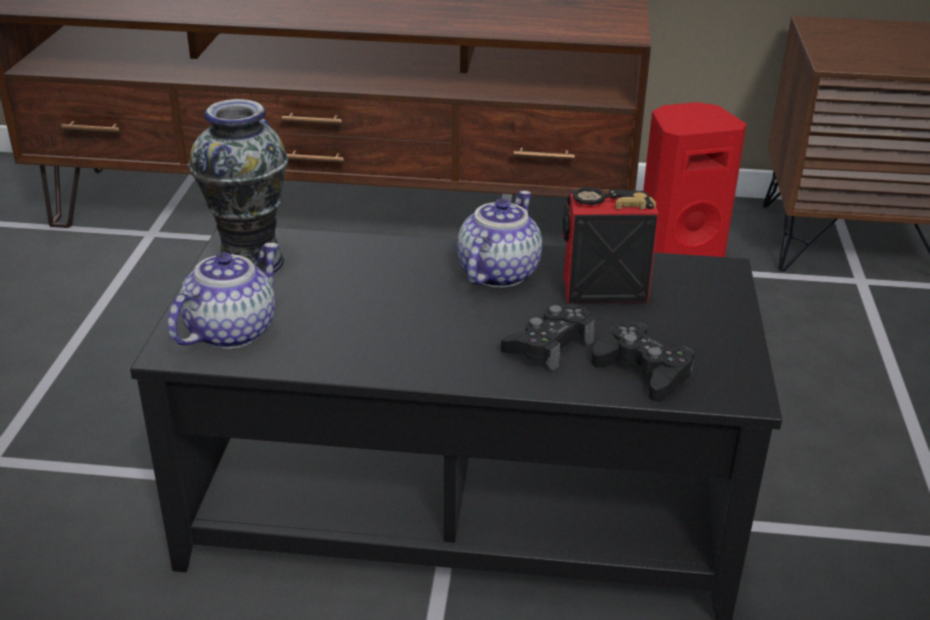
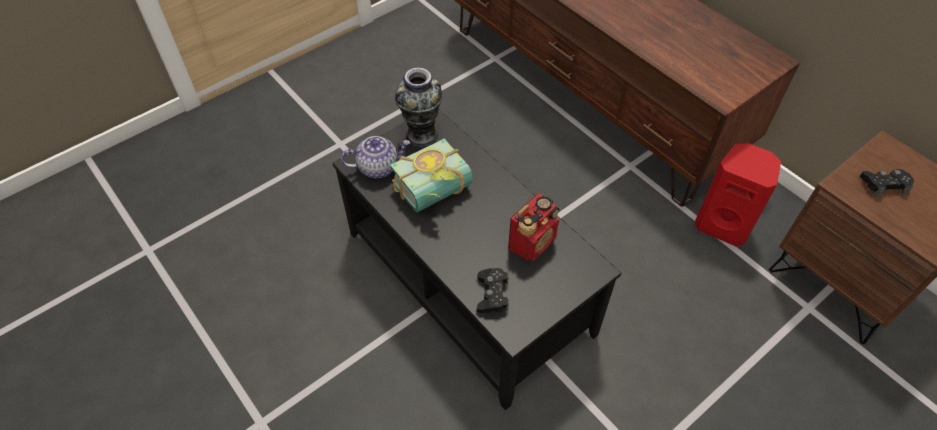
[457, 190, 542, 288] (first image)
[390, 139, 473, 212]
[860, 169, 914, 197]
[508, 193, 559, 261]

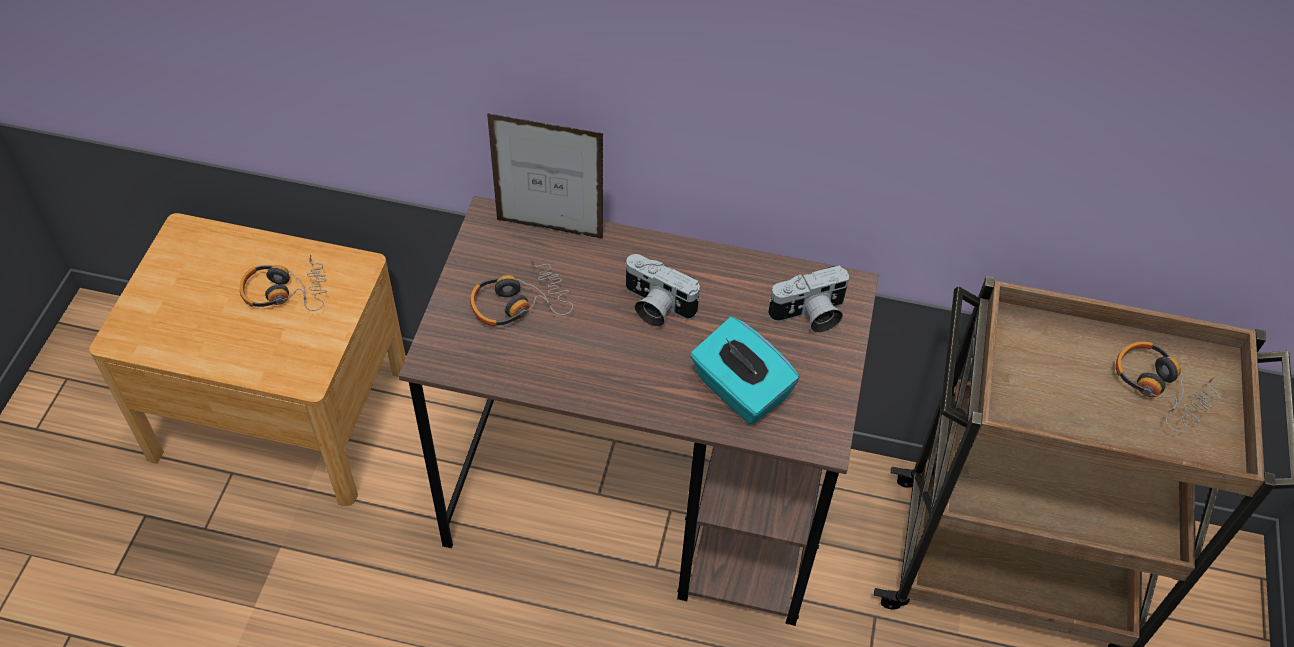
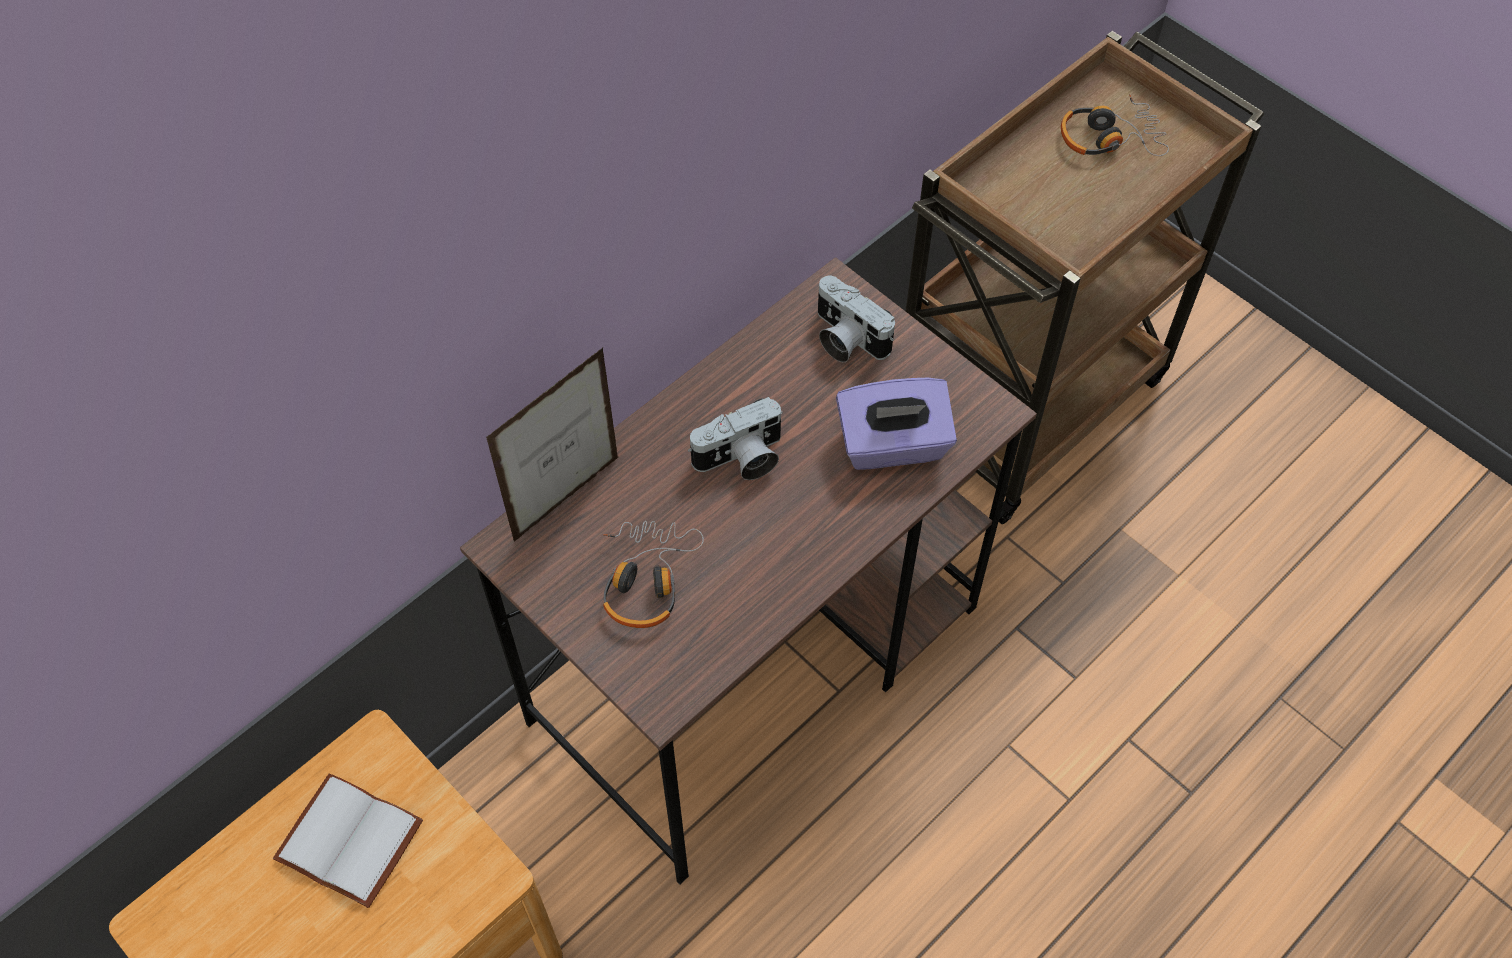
[273, 773, 423, 908]
[836, 378, 957, 470]
[818, 276, 895, 362]

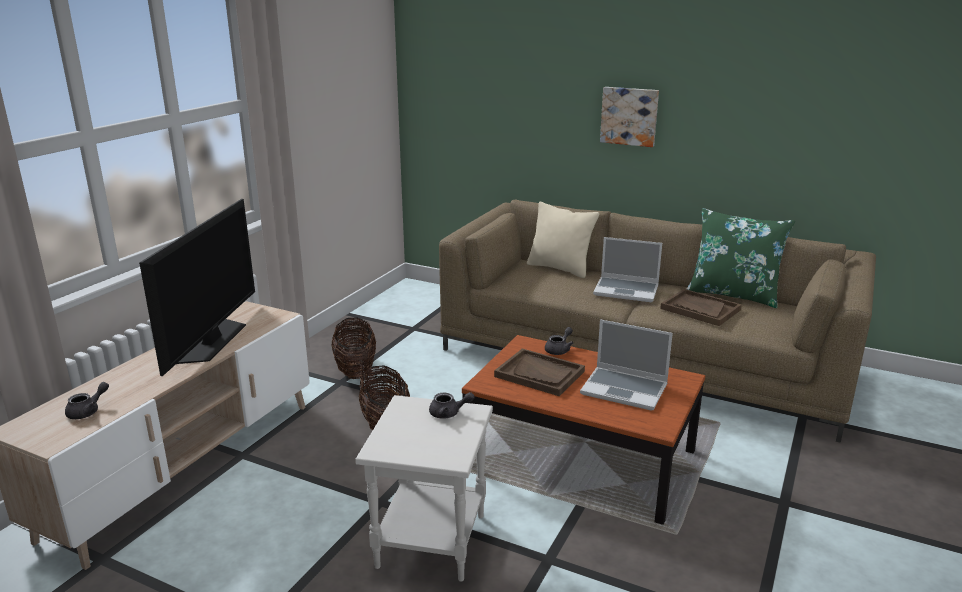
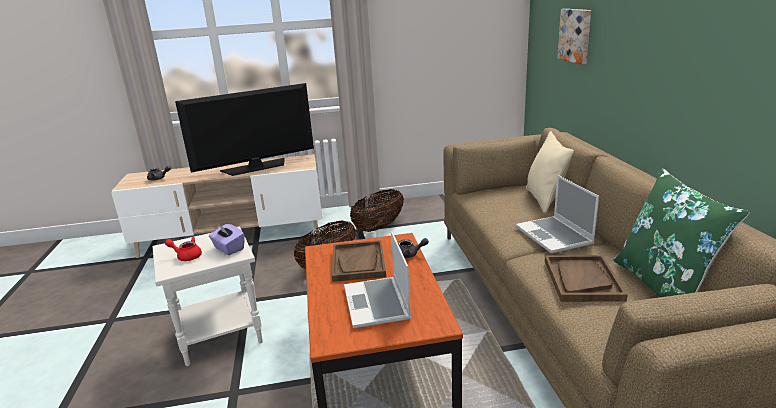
[165, 237, 202, 261]
[557, 9, 591, 64]
[209, 224, 244, 255]

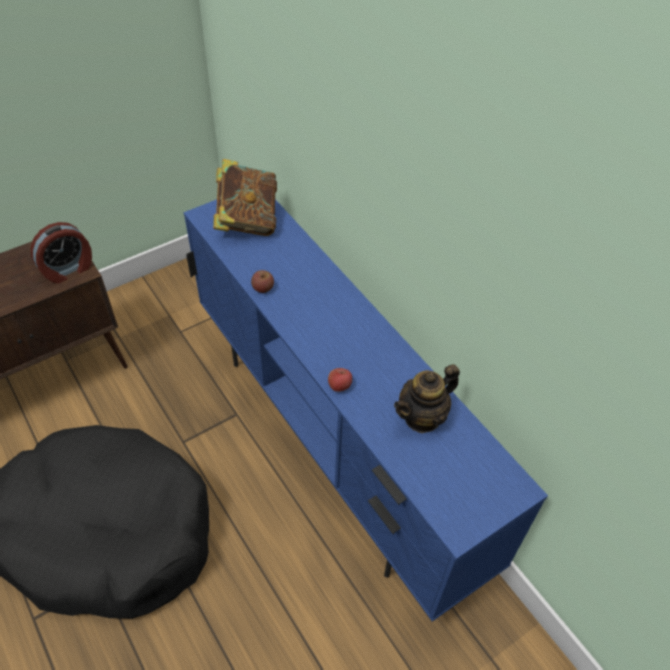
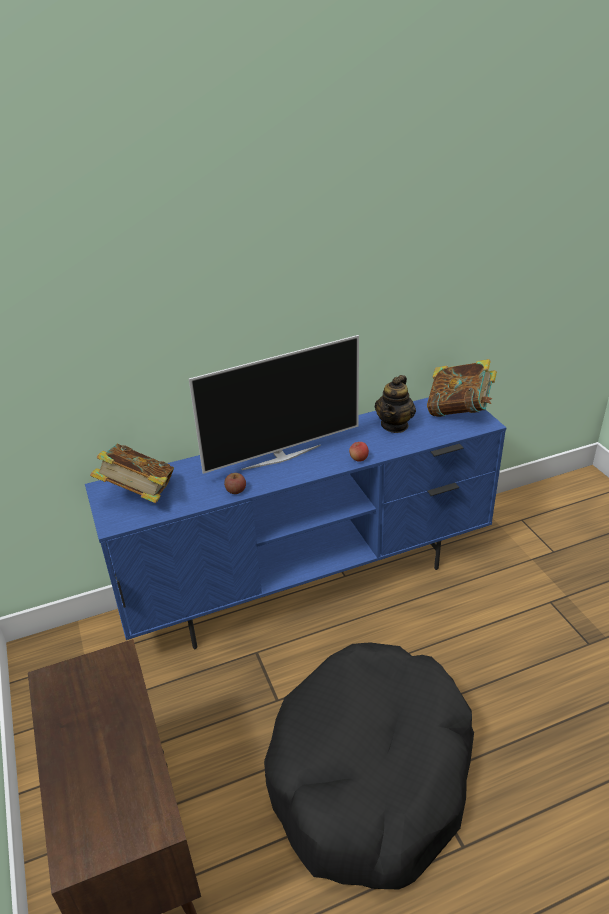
[31, 222, 92, 284] (first image)
[189, 335, 359, 474]
[427, 359, 497, 417]
[375, 375, 416, 433]

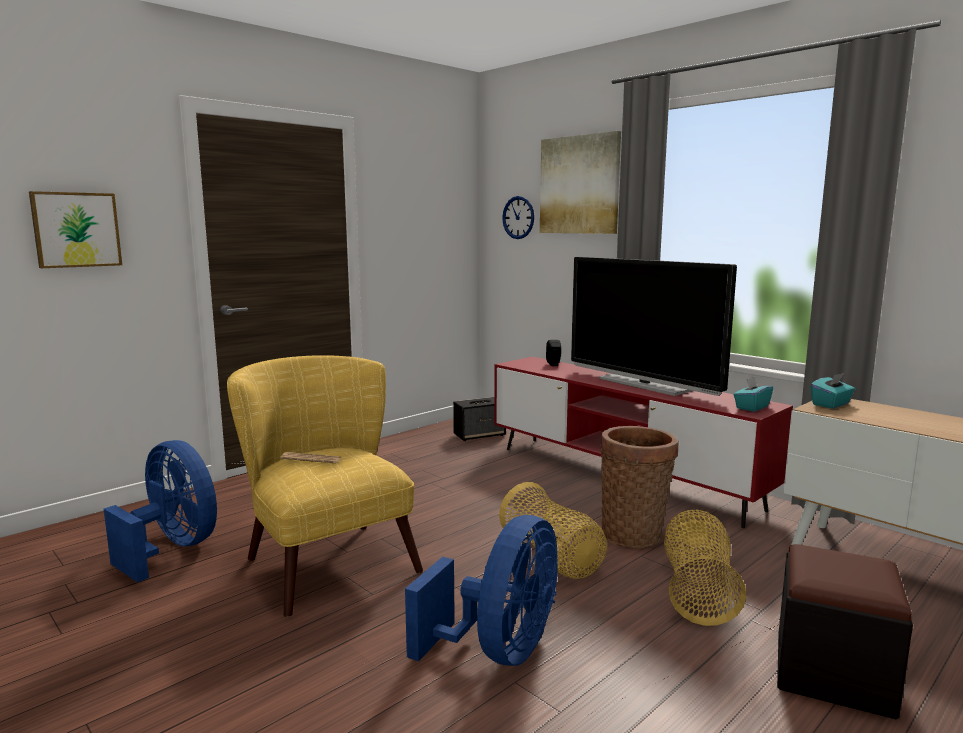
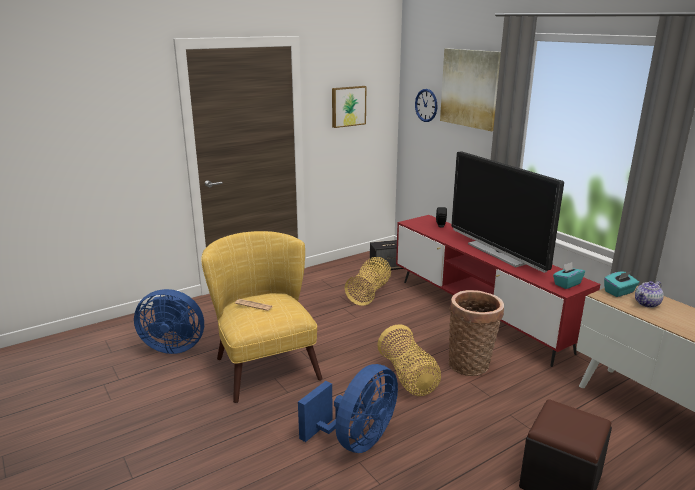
[635, 281, 664, 308]
[332, 86, 366, 128]
[345, 257, 391, 306]
[134, 289, 204, 354]

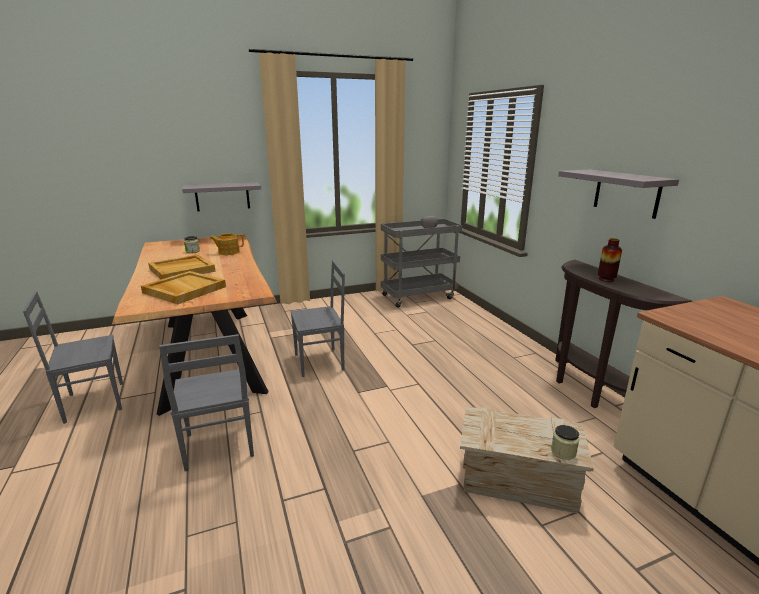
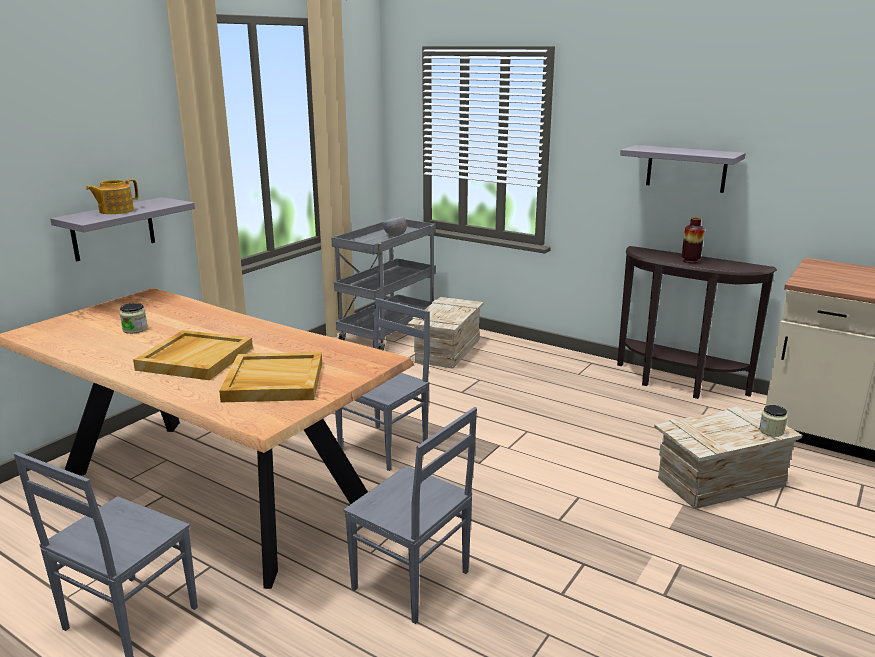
[408, 297, 483, 369]
[86, 179, 139, 214]

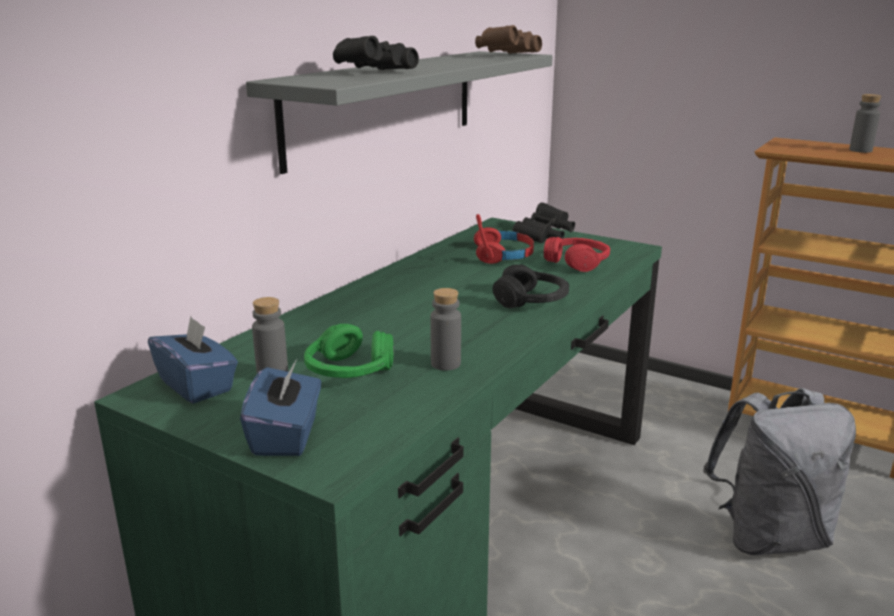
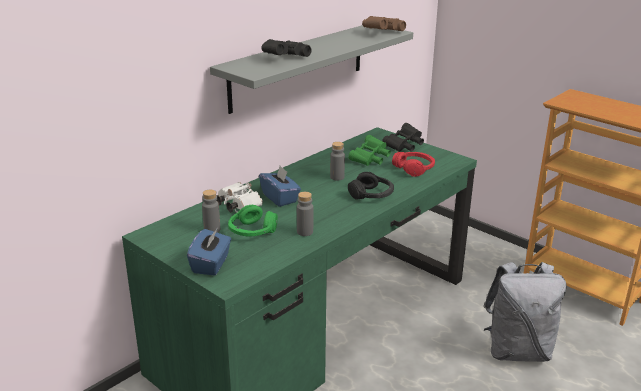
[216, 182, 263, 213]
[259, 166, 301, 207]
[330, 142, 345, 181]
[348, 135, 391, 166]

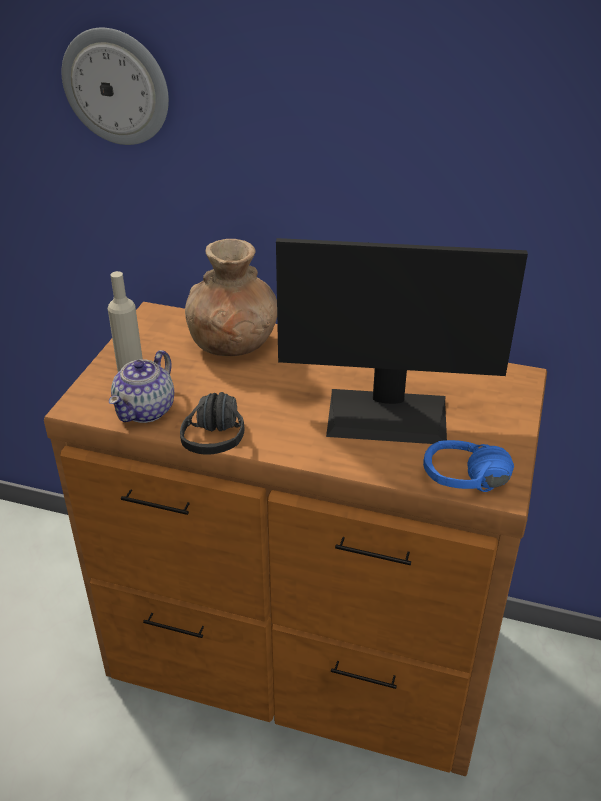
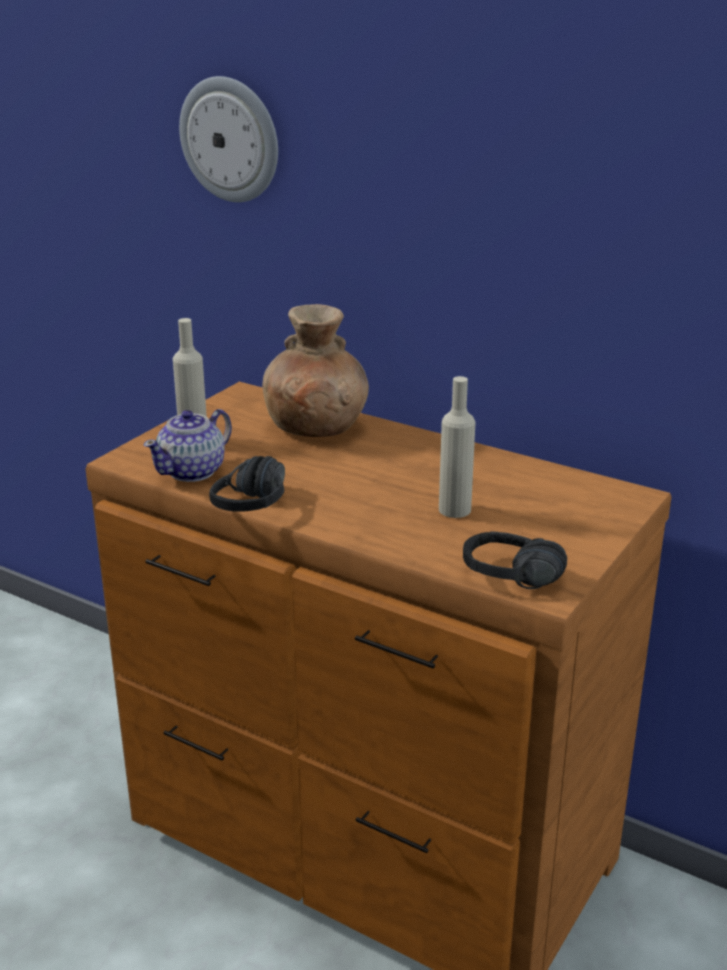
[439, 376, 476, 518]
[463, 531, 567, 589]

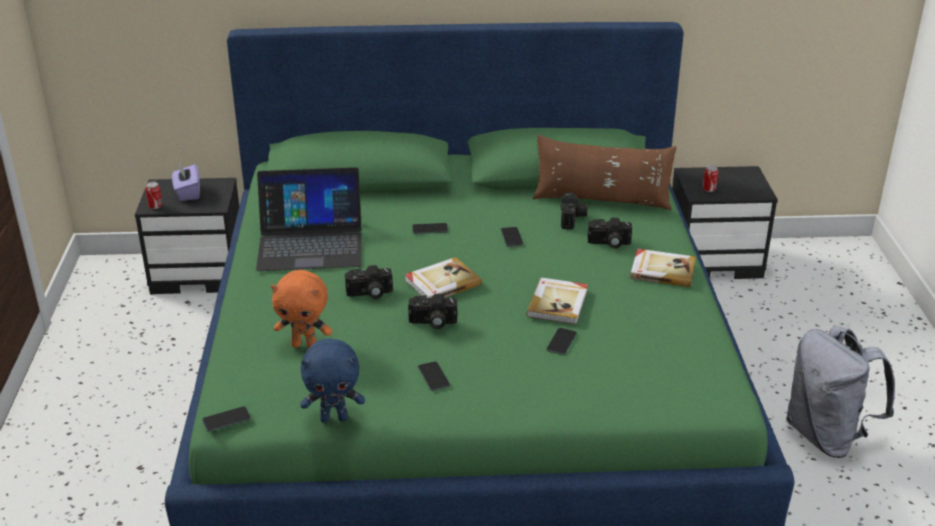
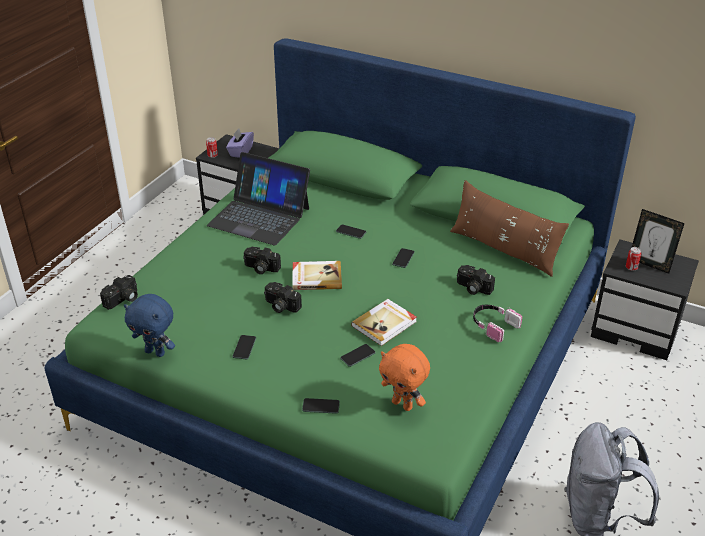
[632, 209, 685, 274]
[302, 398, 340, 414]
[379, 344, 430, 411]
[100, 275, 138, 310]
[473, 305, 522, 342]

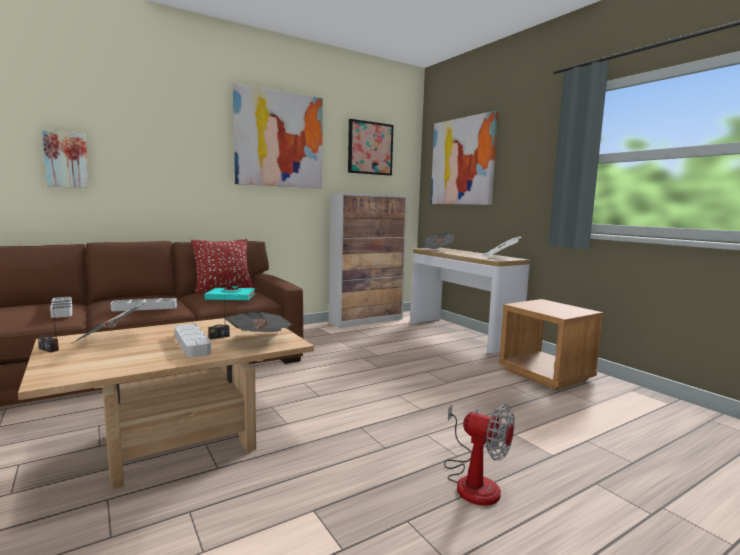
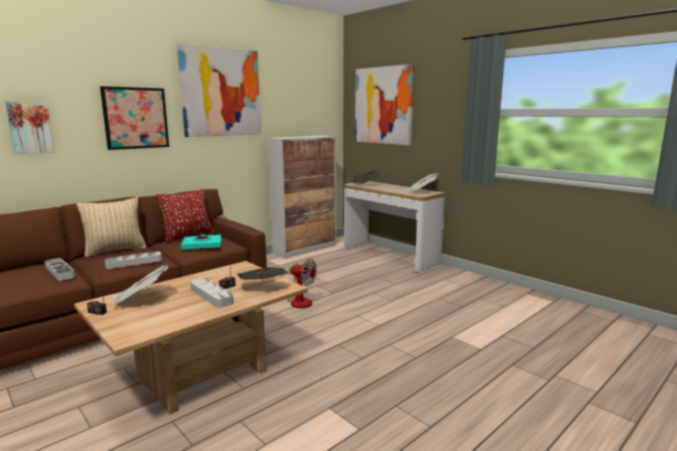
[499, 299, 603, 390] (first image)
[77, 198, 146, 257]
[100, 86, 169, 150]
[287, 259, 317, 308]

